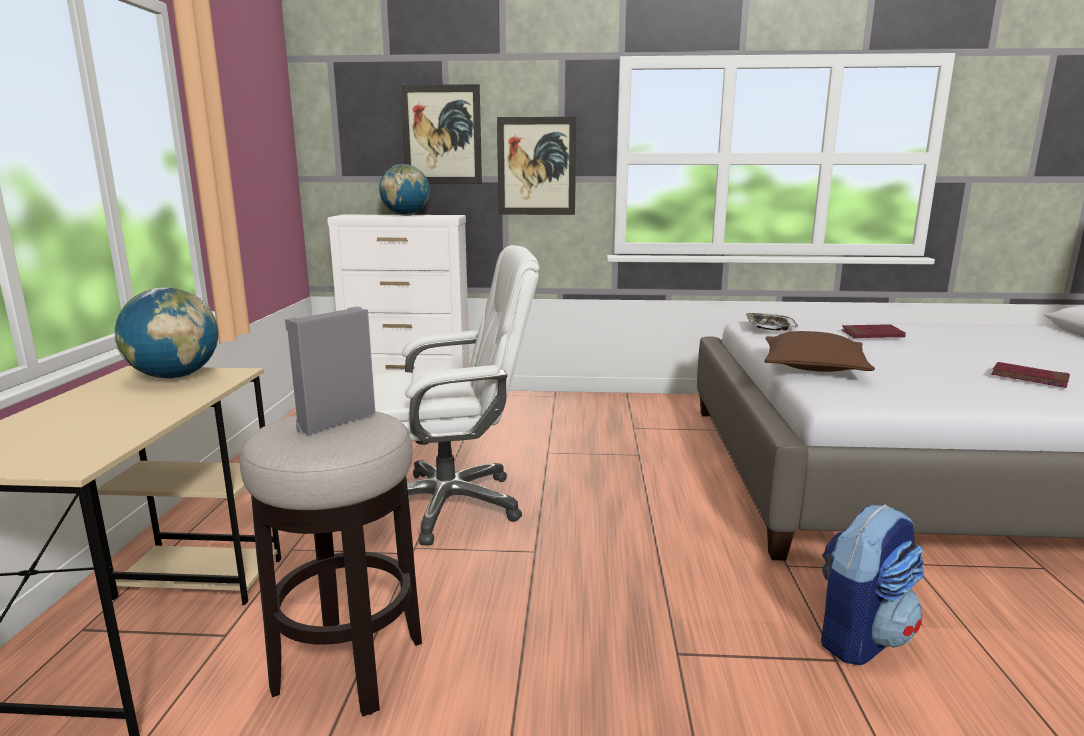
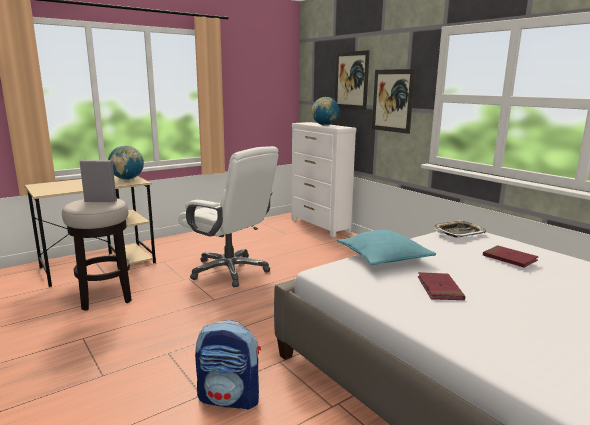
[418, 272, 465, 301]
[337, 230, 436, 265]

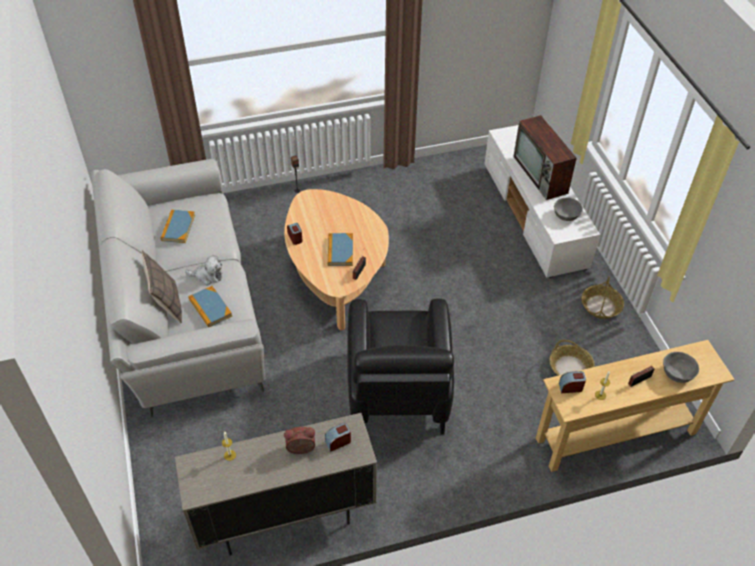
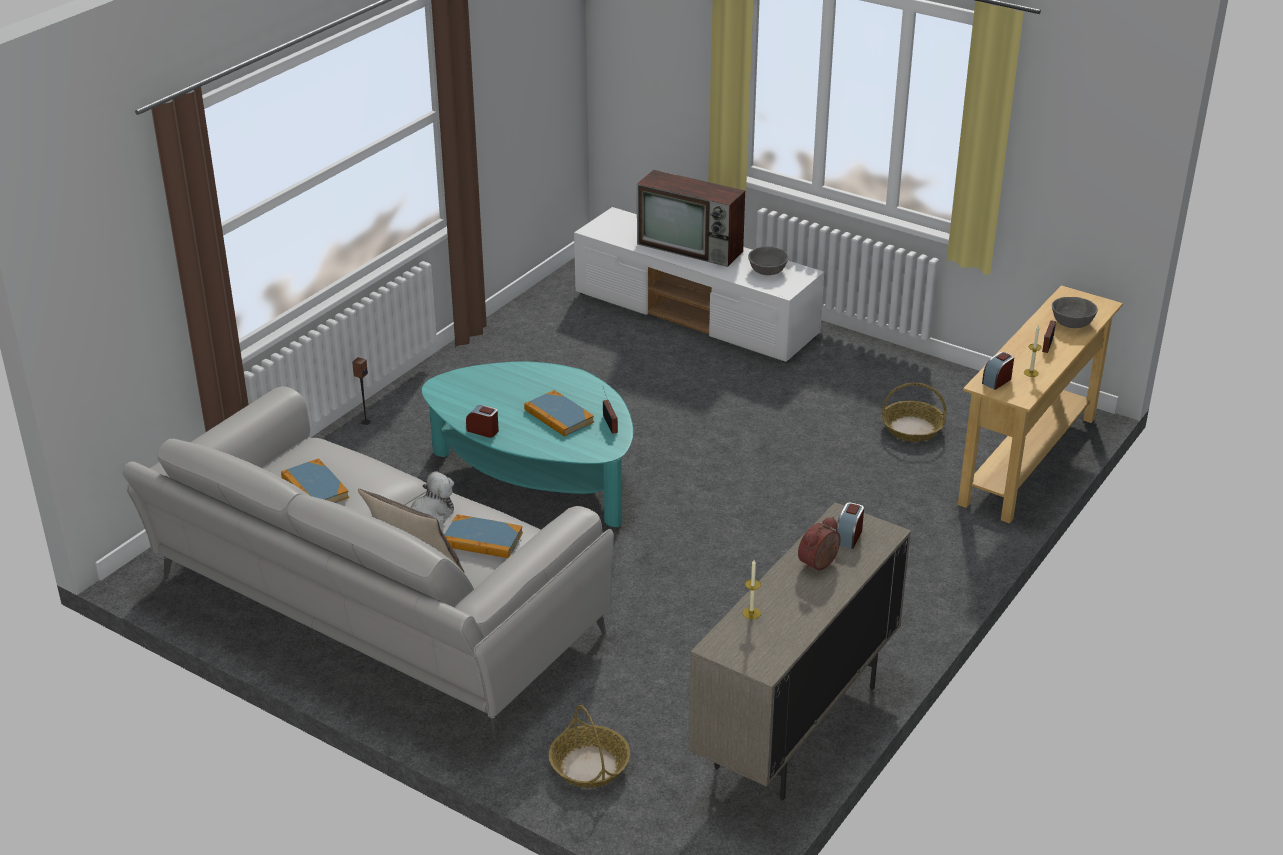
[347, 298, 454, 435] (first image)
[548, 705, 630, 788]
[422, 362, 633, 527]

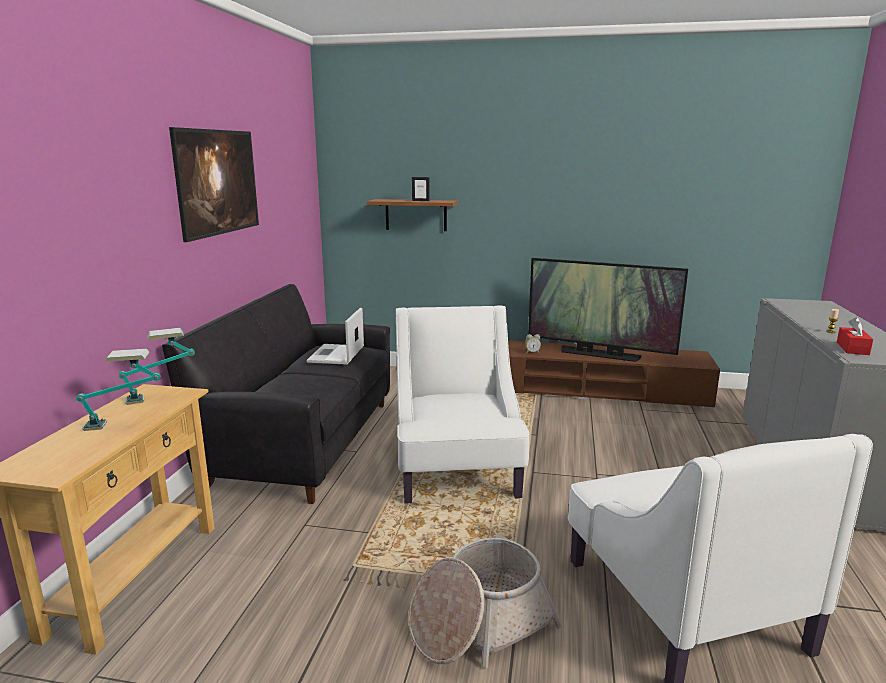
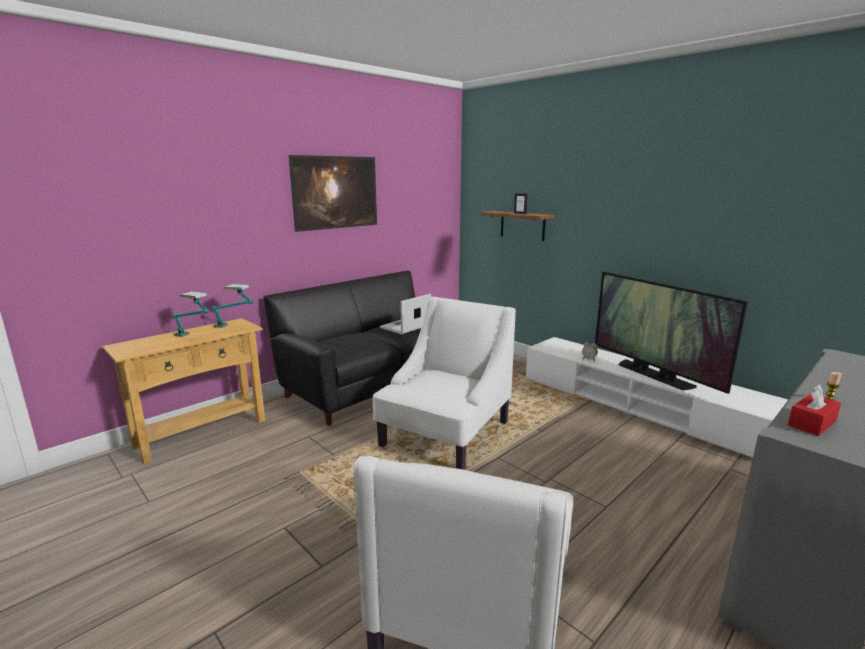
[408, 538, 562, 668] (first image)
[526, 337, 788, 458]

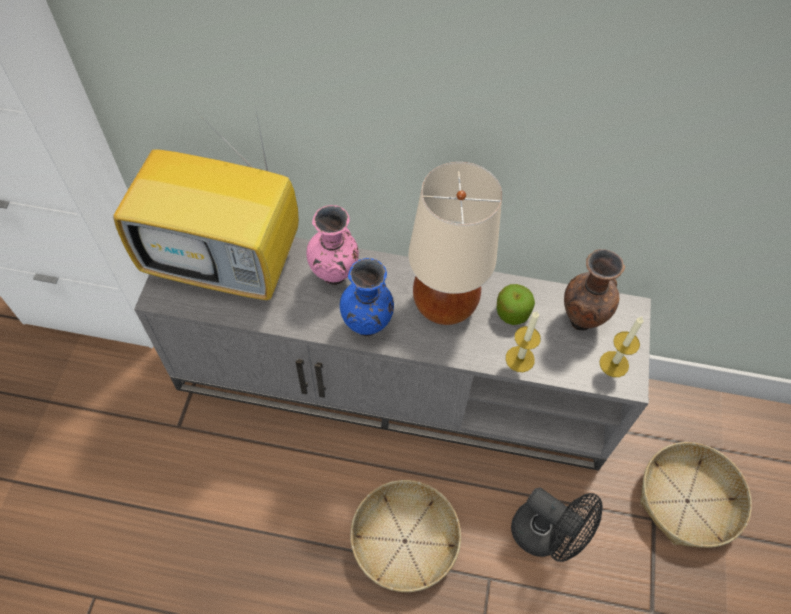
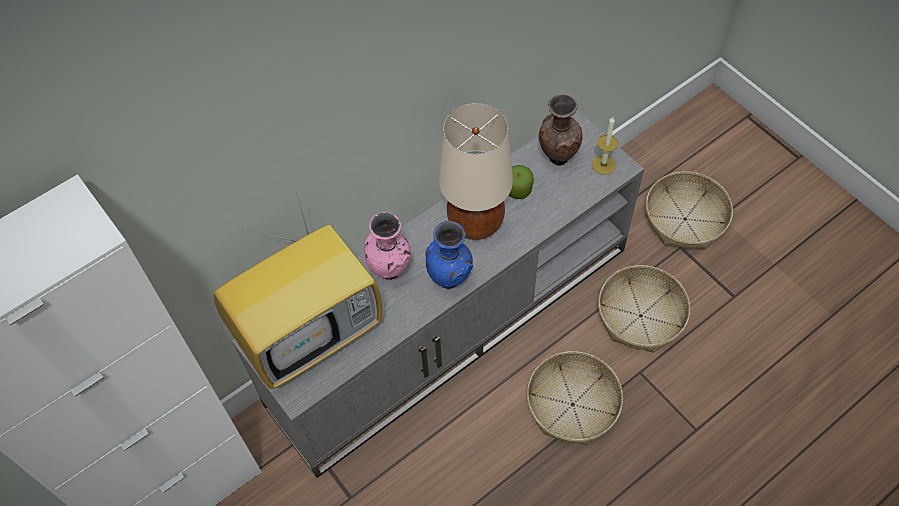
[506, 311, 541, 372] (first image)
[598, 265, 690, 353]

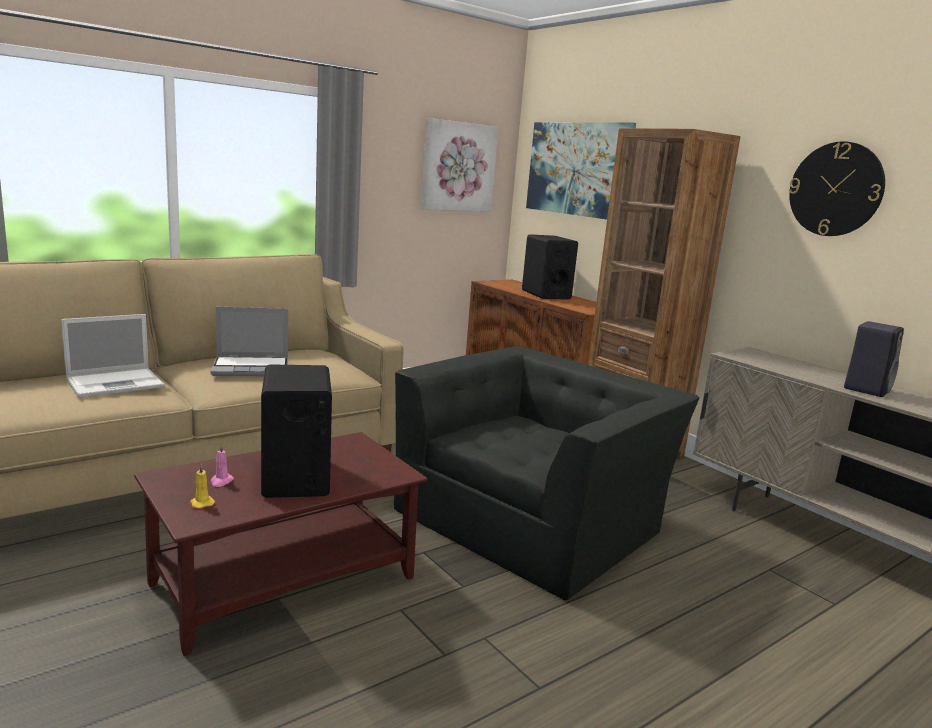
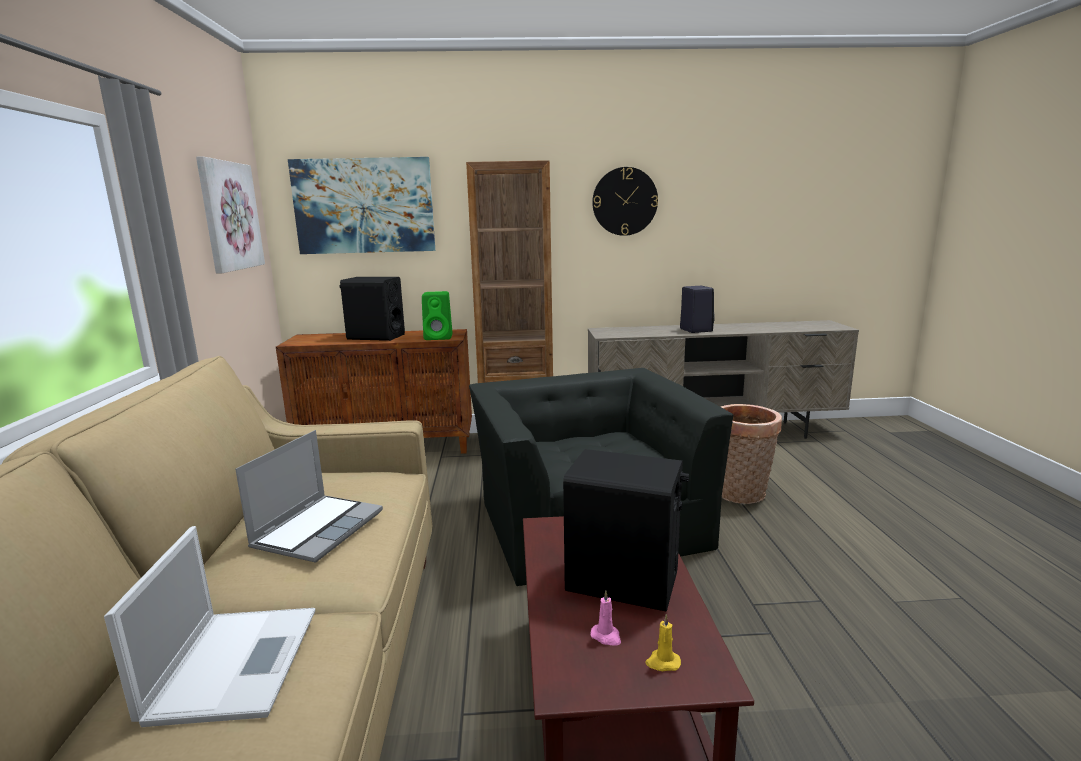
[422, 291, 452, 340]
[721, 404, 782, 504]

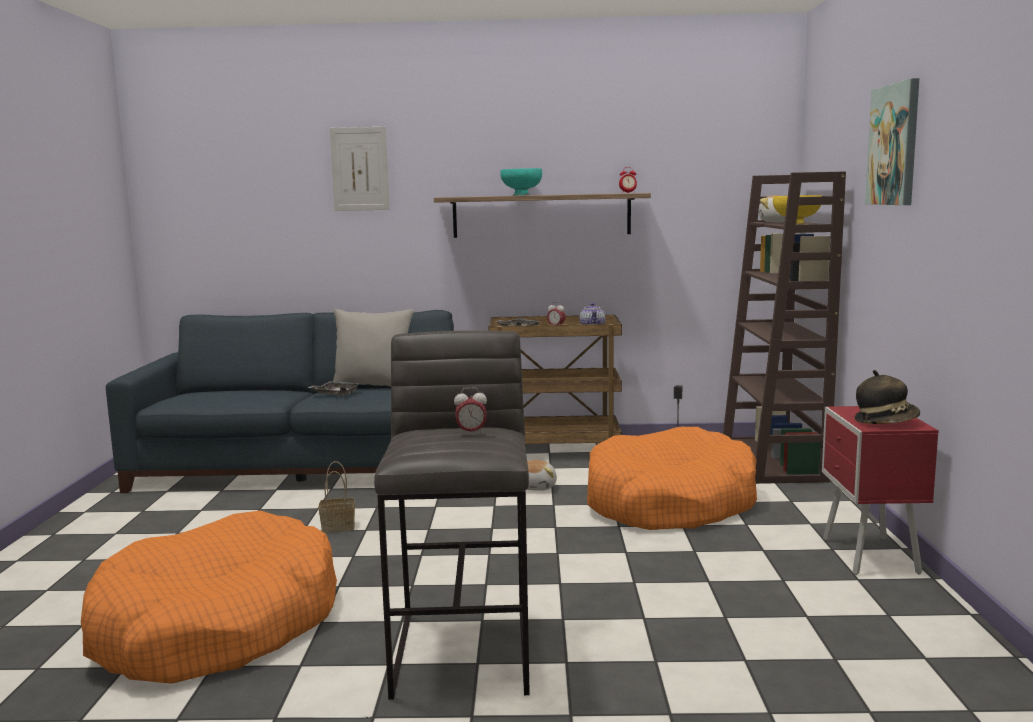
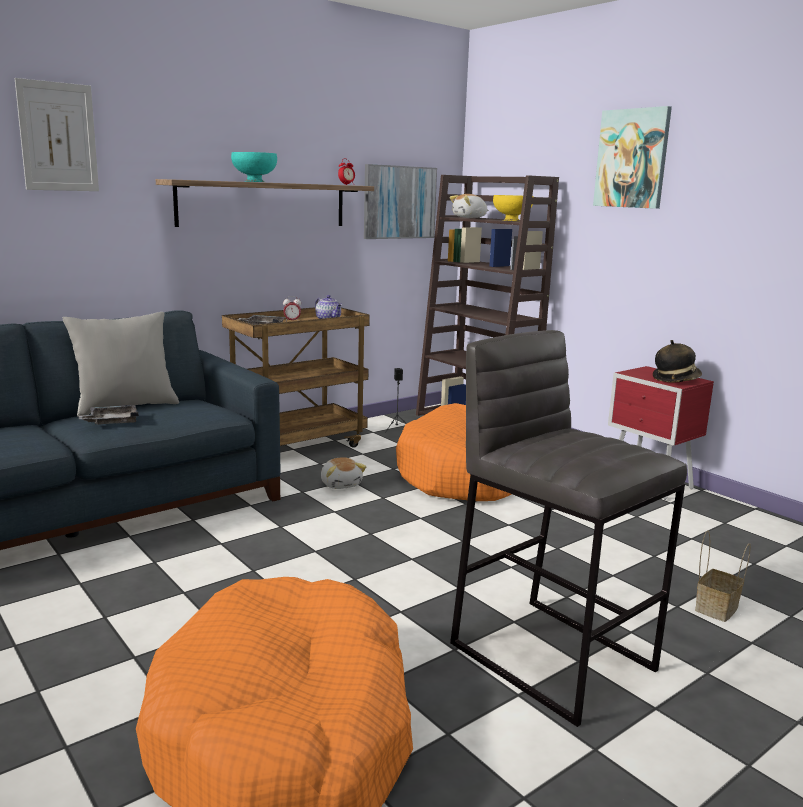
[454, 388, 487, 435] (first image)
[364, 164, 437, 239]
[695, 530, 751, 622]

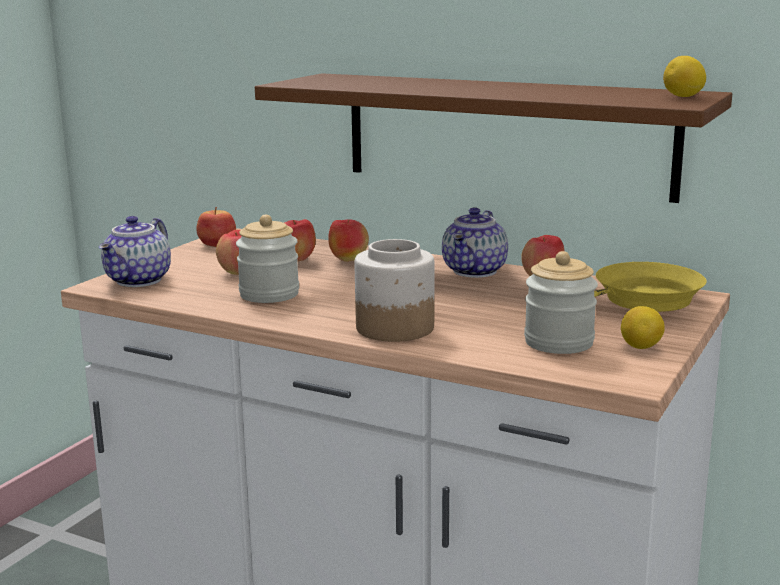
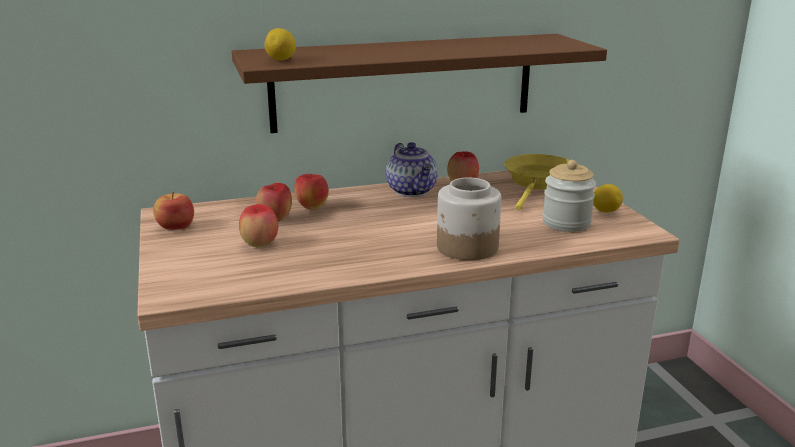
[99, 216, 171, 287] (first image)
[236, 215, 299, 303] (first image)
[264, 28, 296, 60]

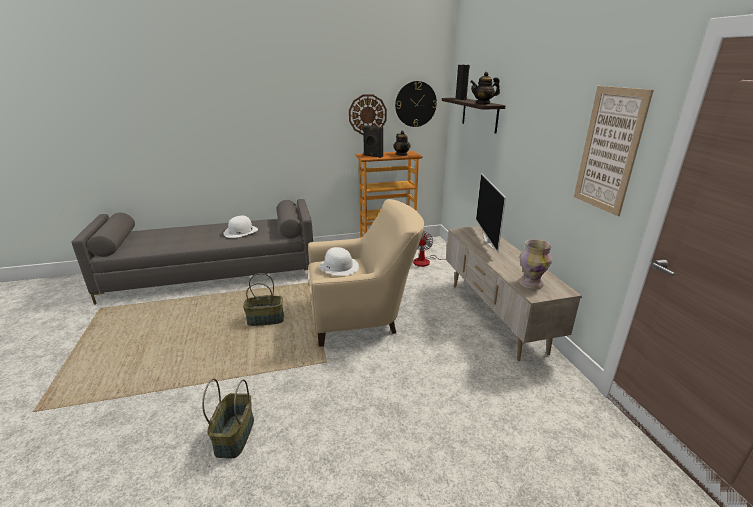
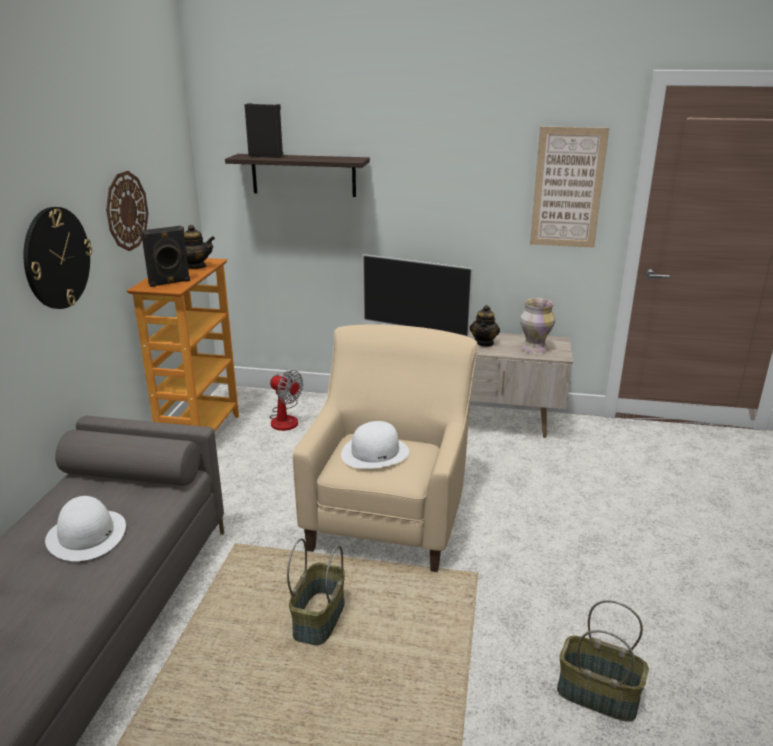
[24, 207, 92, 309]
[470, 305, 500, 347]

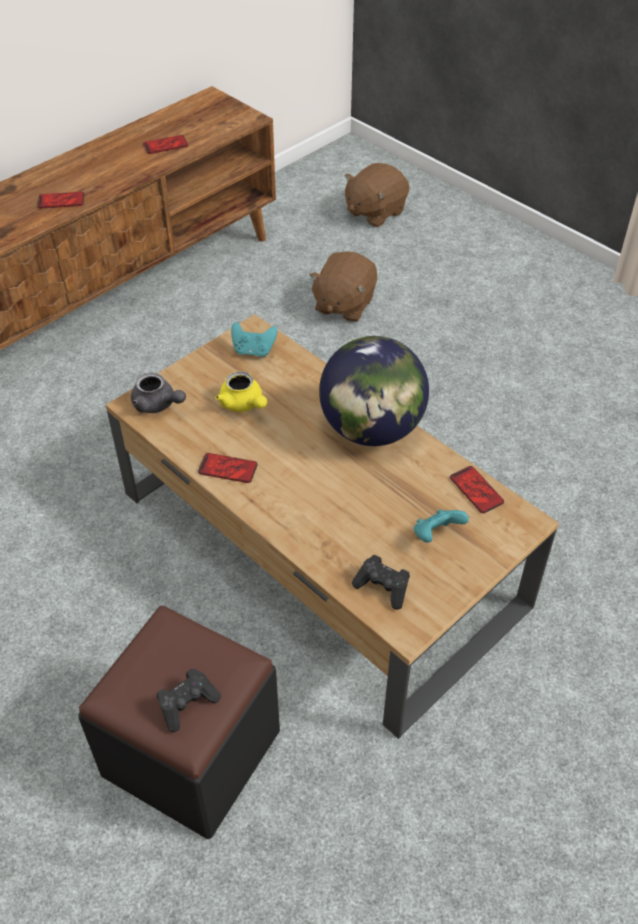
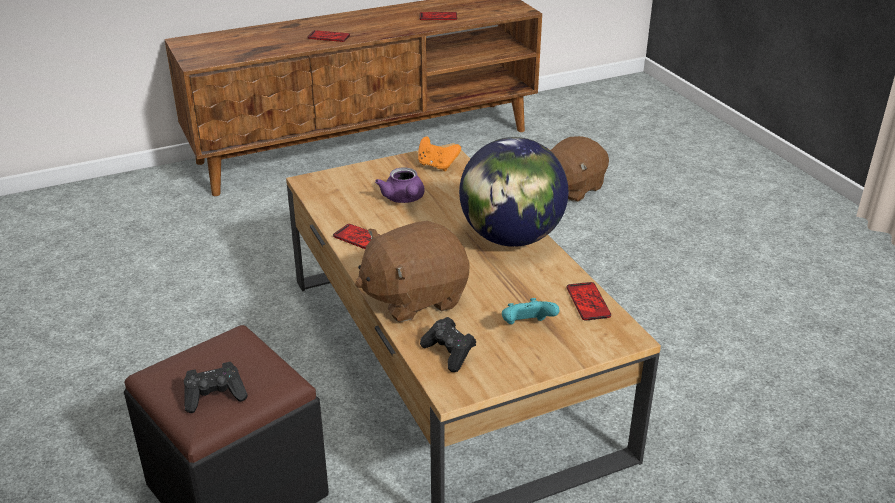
[131, 373, 186, 413] (first image)
[355, 221, 470, 322]
[375, 167, 425, 203]
[418, 136, 461, 171]

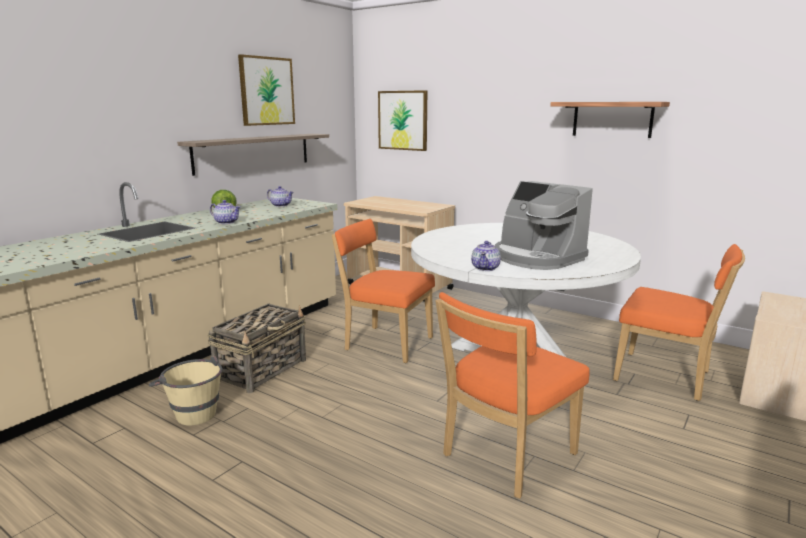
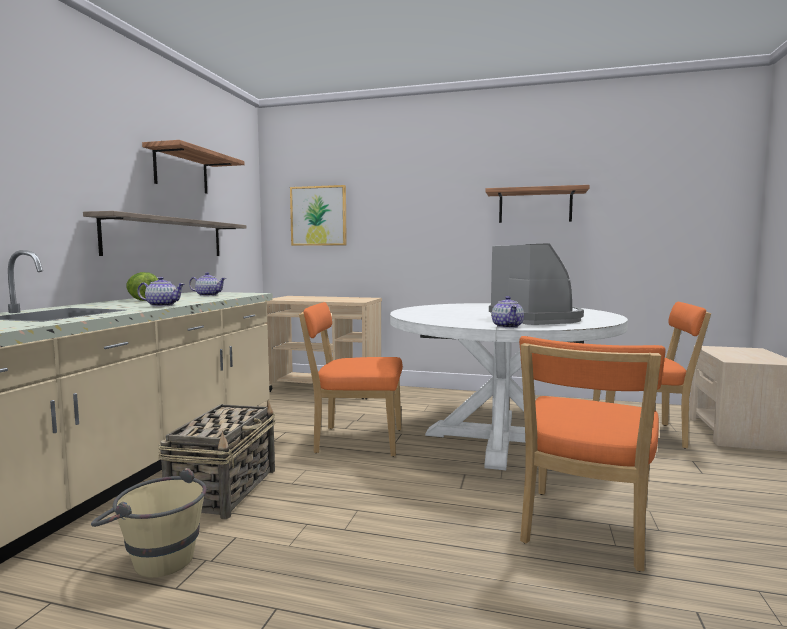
[142, 140, 244, 194]
[489, 243, 584, 325]

